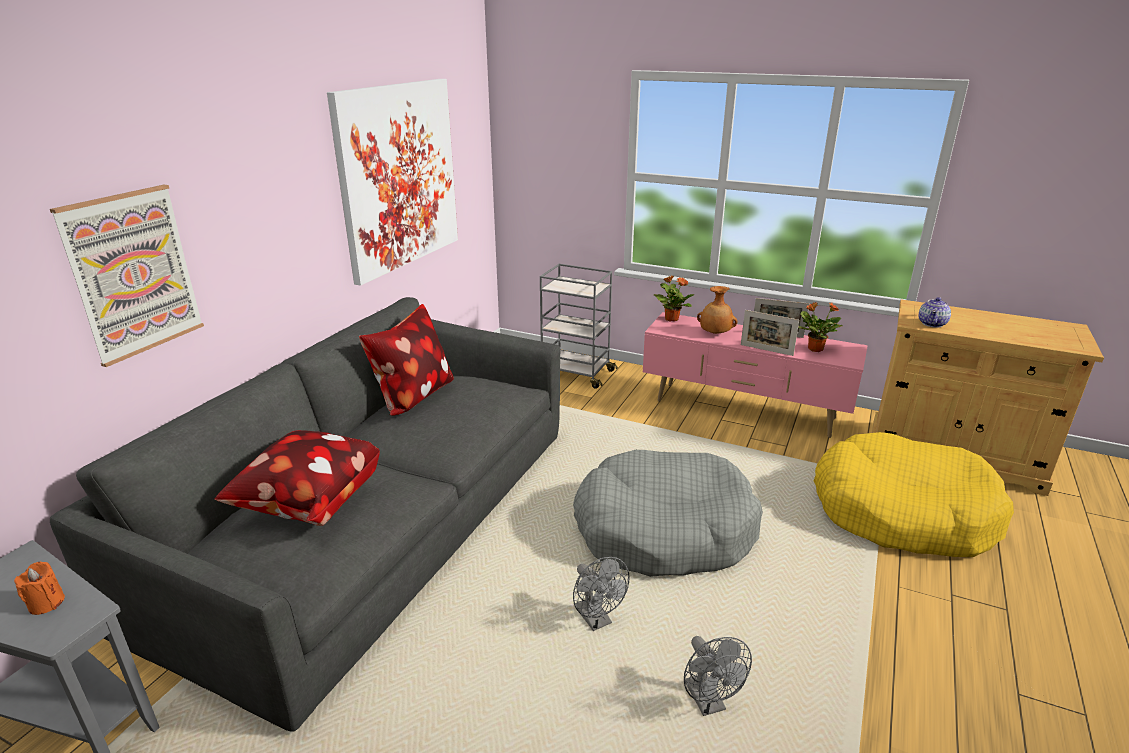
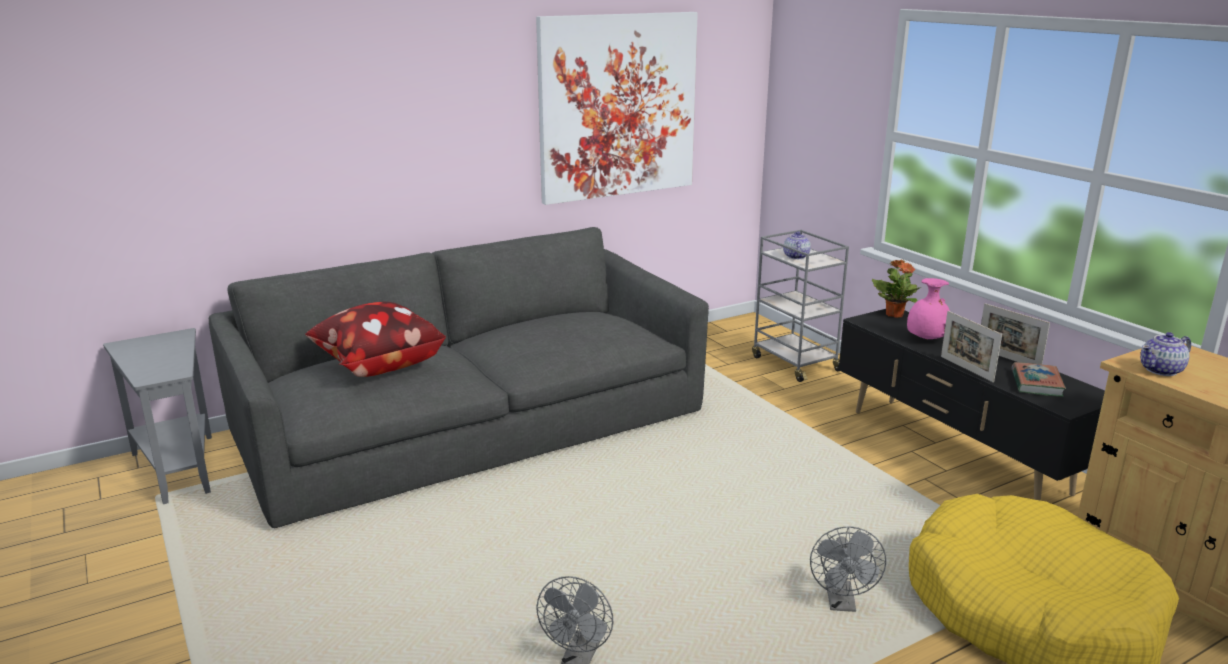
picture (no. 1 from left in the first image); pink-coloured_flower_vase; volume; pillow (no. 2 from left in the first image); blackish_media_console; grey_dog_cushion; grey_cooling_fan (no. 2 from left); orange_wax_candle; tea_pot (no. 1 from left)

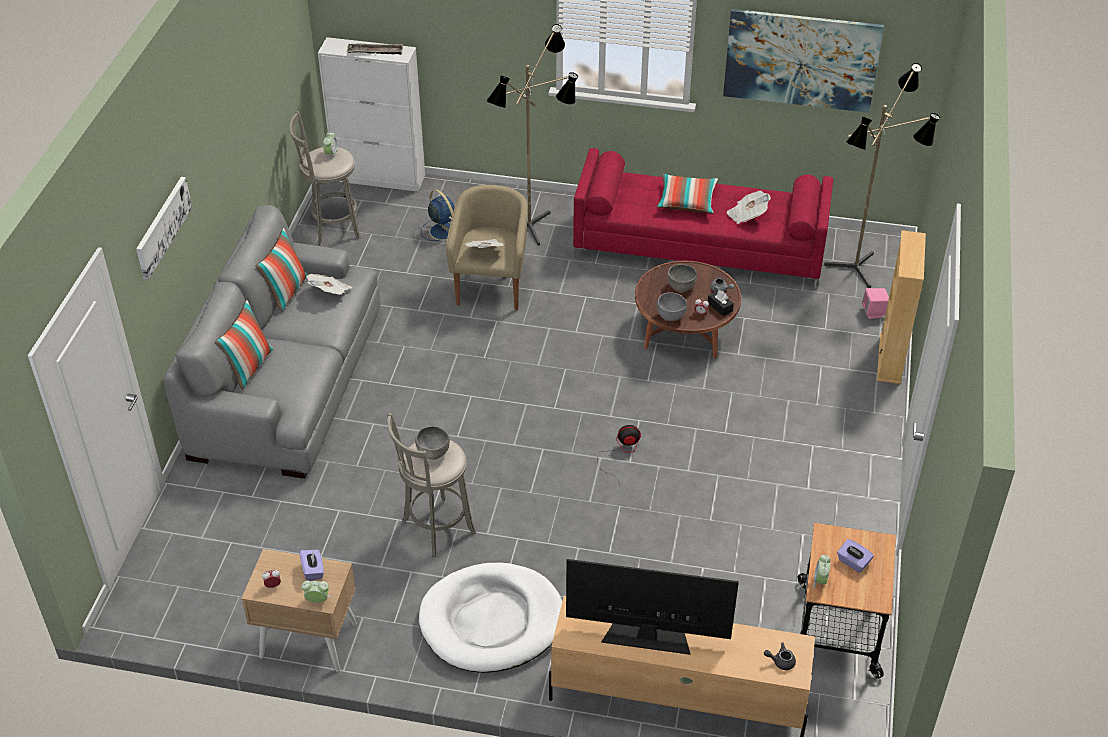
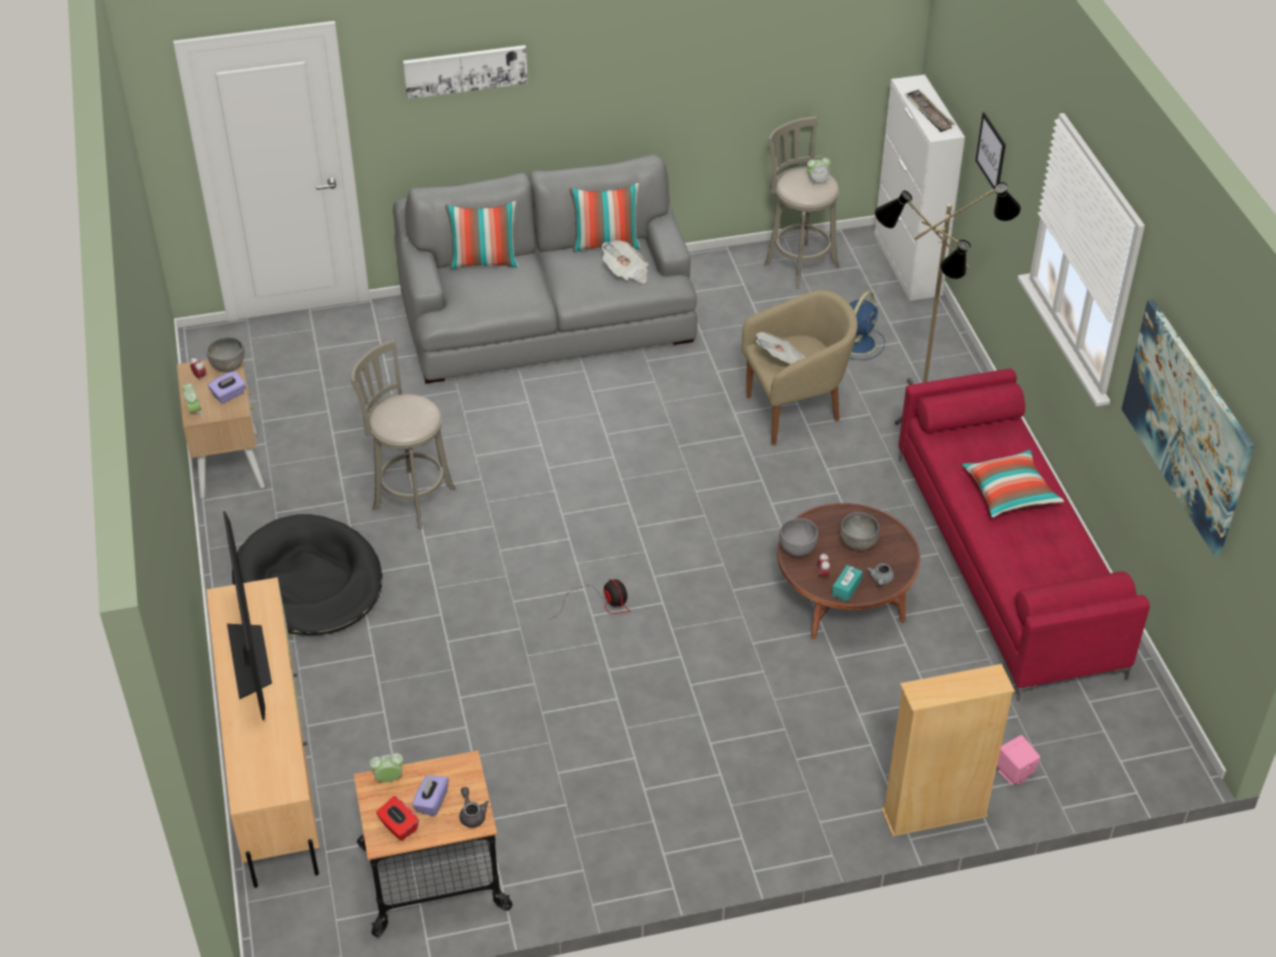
floor_lamp (no. 2 from left in the first image); printed_paper (no. 3 from left in the first image); turquoise_tissue_holder; grey_bowl (no. 1 from left); blackish_dog_cushion; grey_tea_pot (no. 1 from left); picture (no. 2 from left); red-coloured_tissue_holder

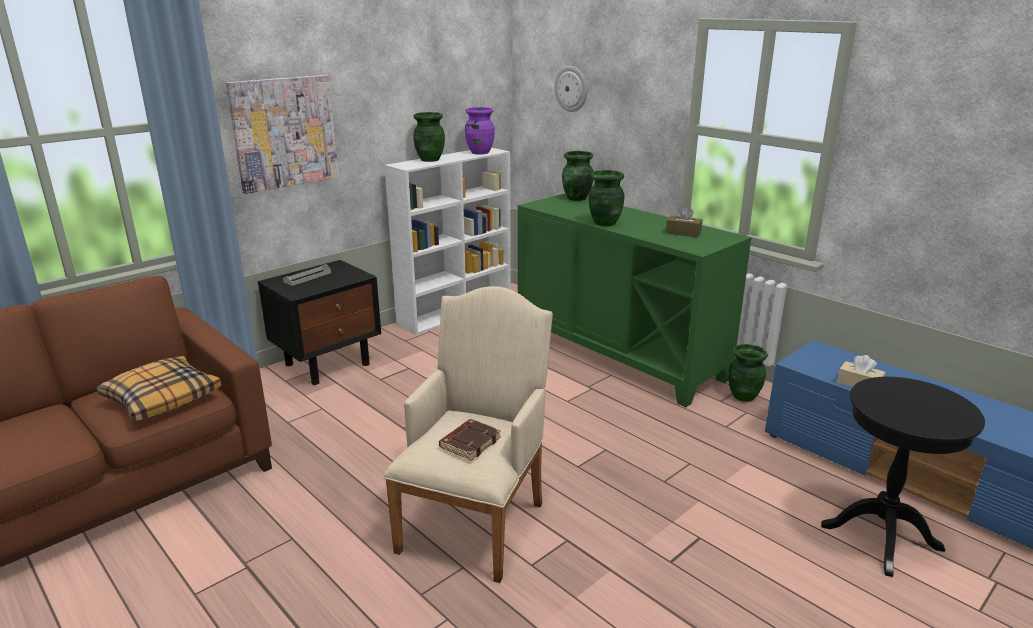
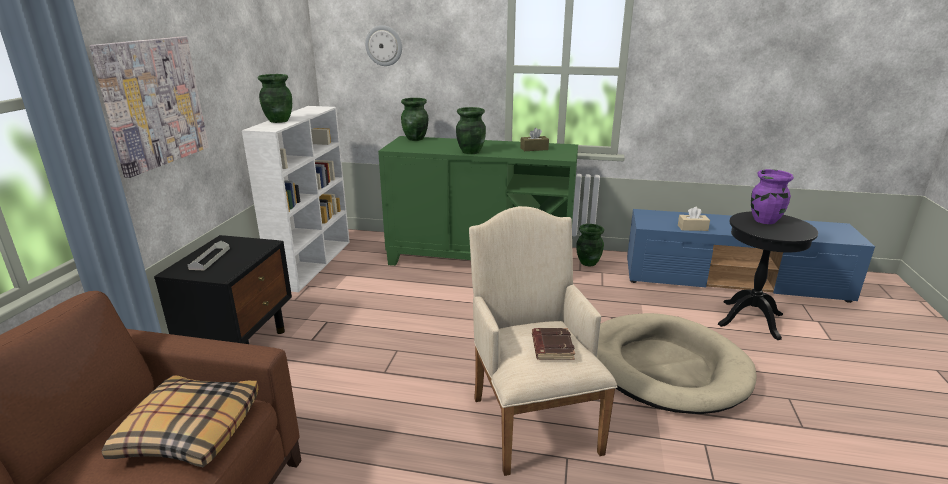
purplish_flower_vase; beige_dog_cushion

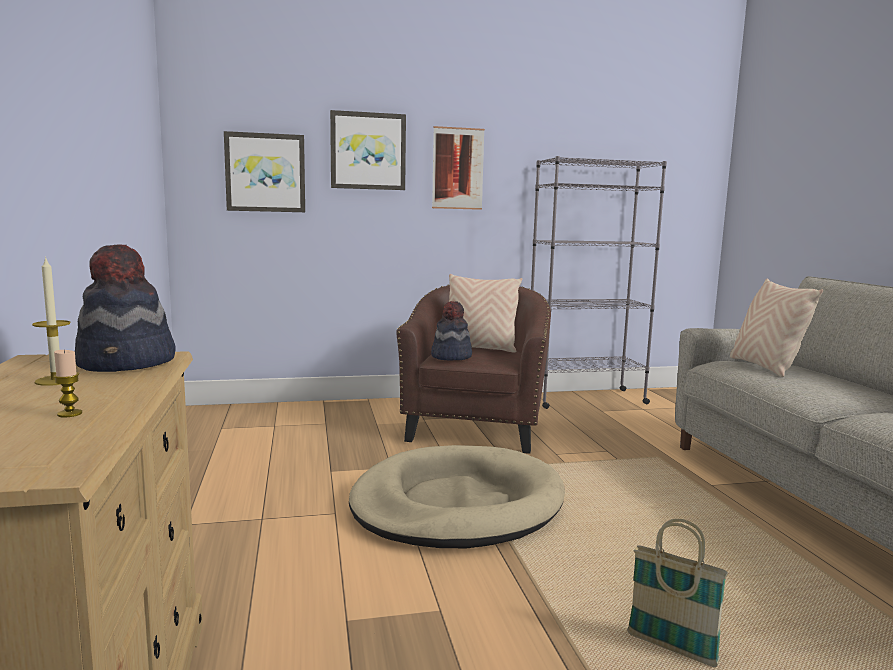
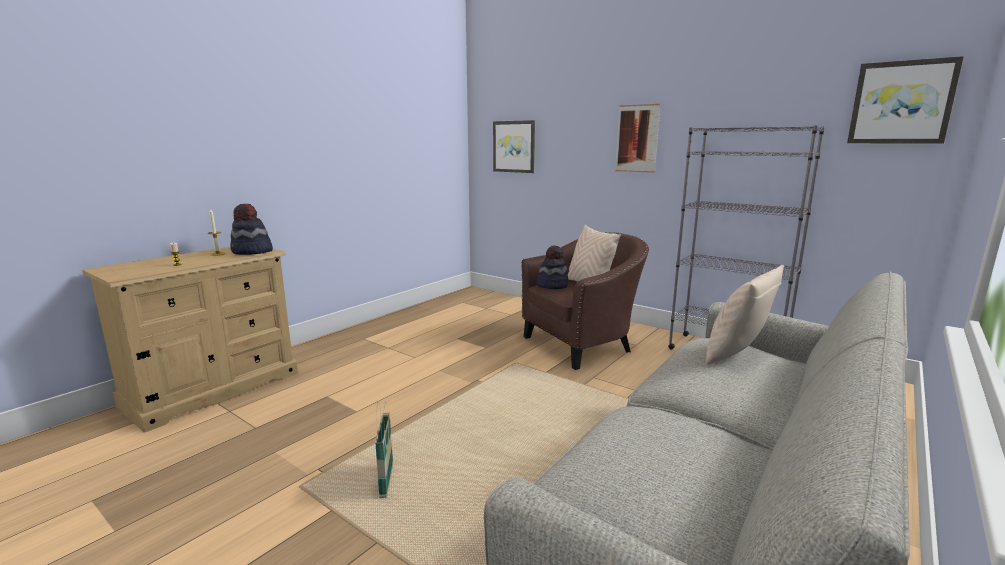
picture (no. 3 from left); beige_dog_cushion

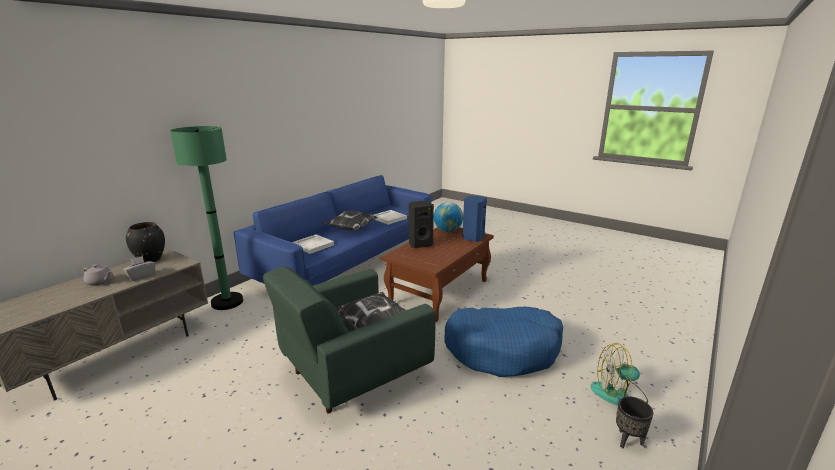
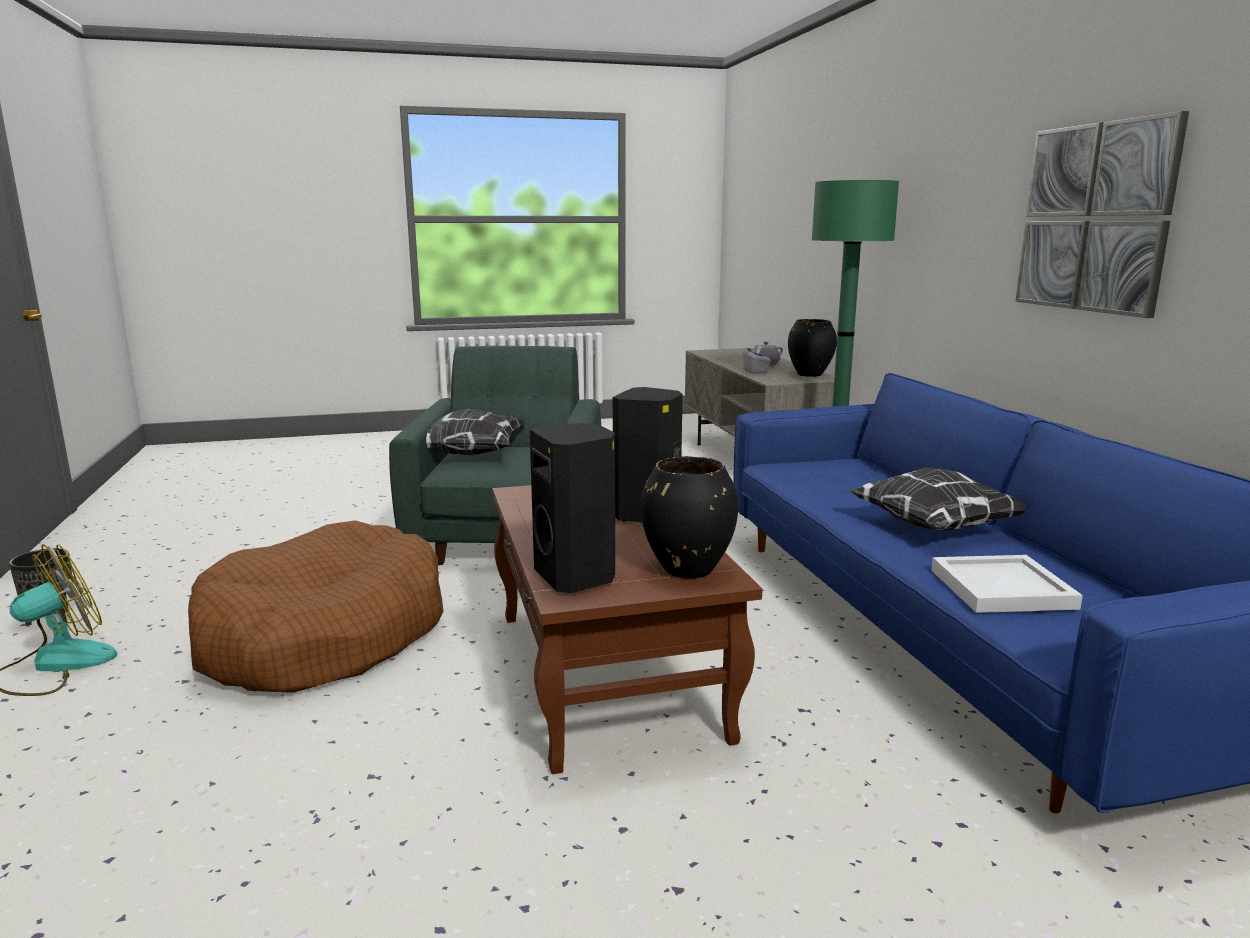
blackish_speaker (no. 1 from left); blackish_flower_vase (no. 1 from left); white-coloured_carrying_tray (no. 1 from left in the first image); brown-coloured_dog_cushion; picture

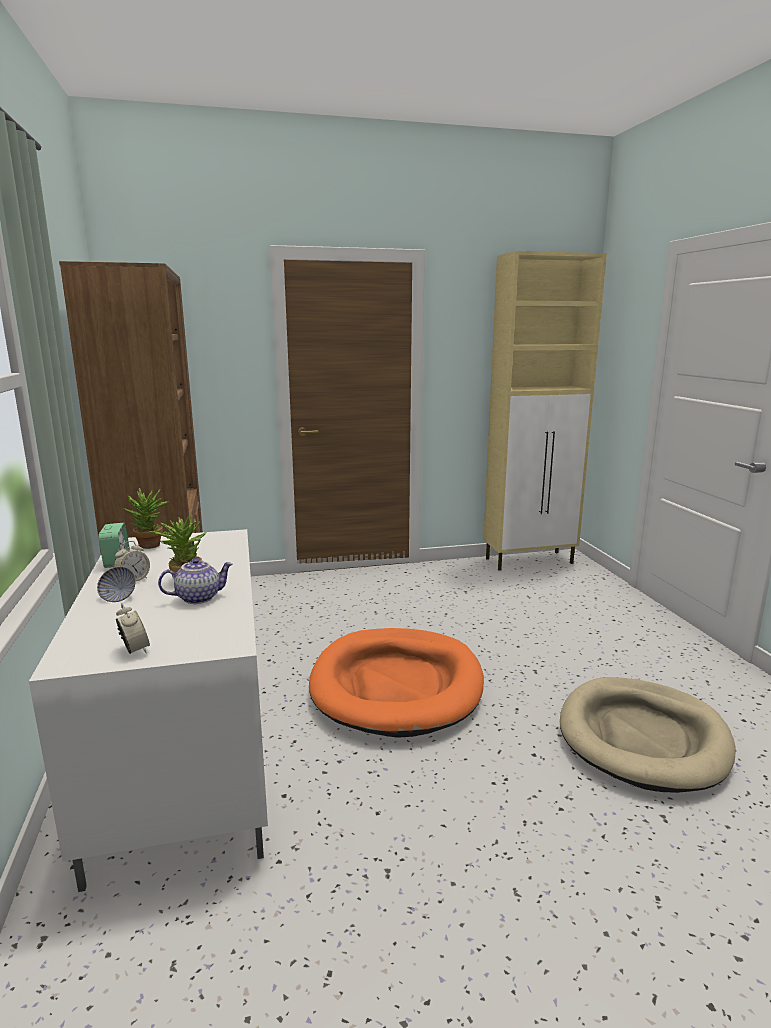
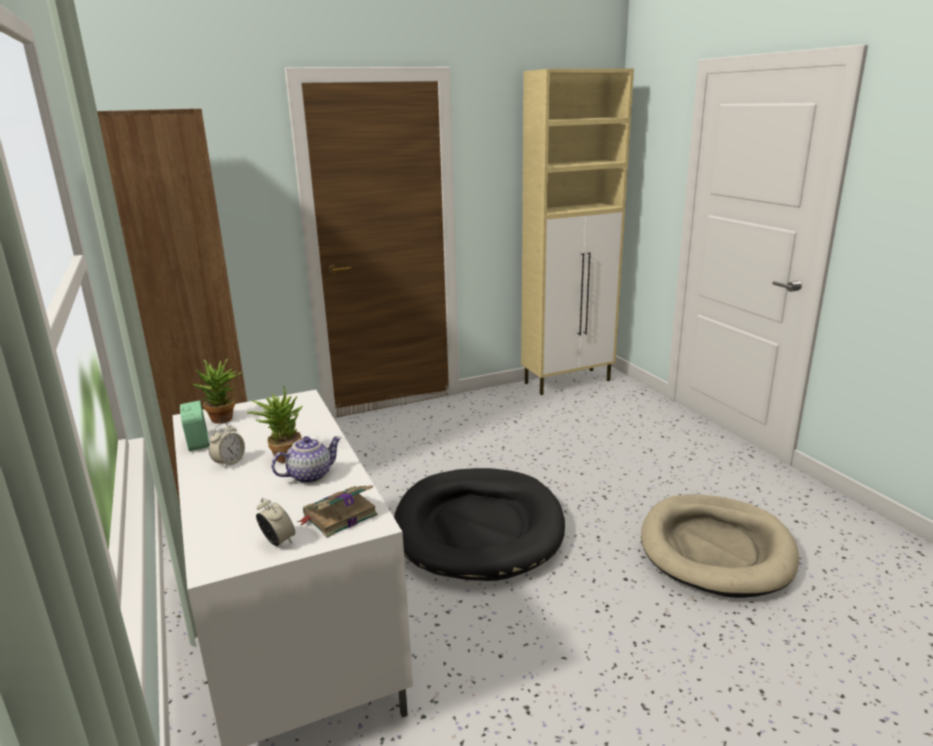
bowl; blackish_dog_cushion; volume

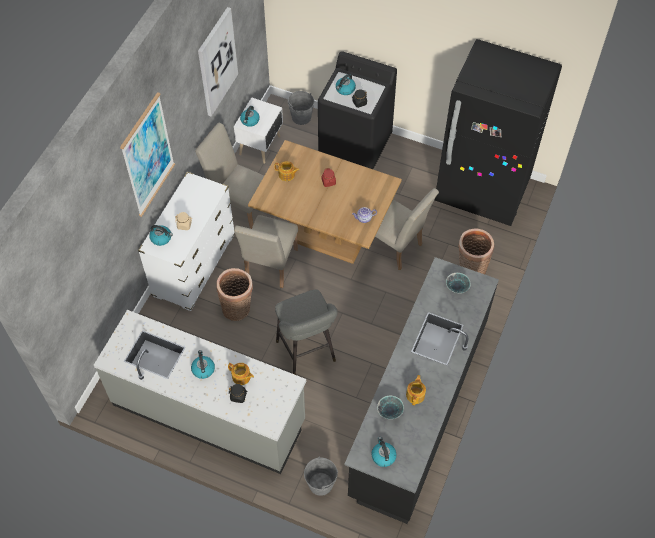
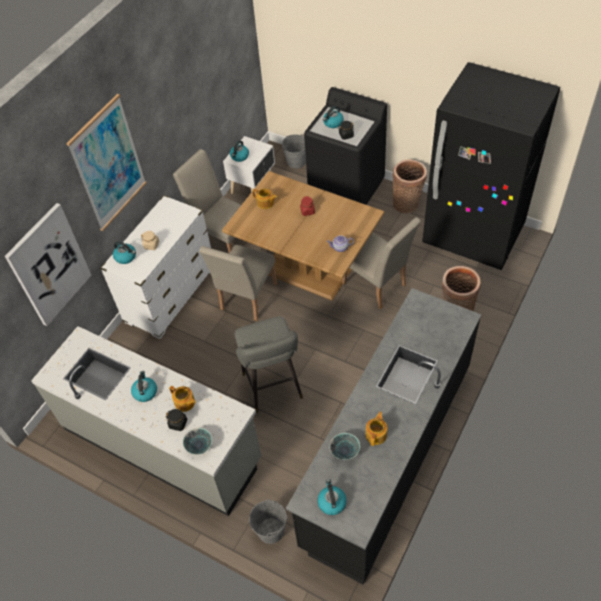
picture (no. 1 from left); household_basket (no. 1 from left); bowl (no. 1 from left)

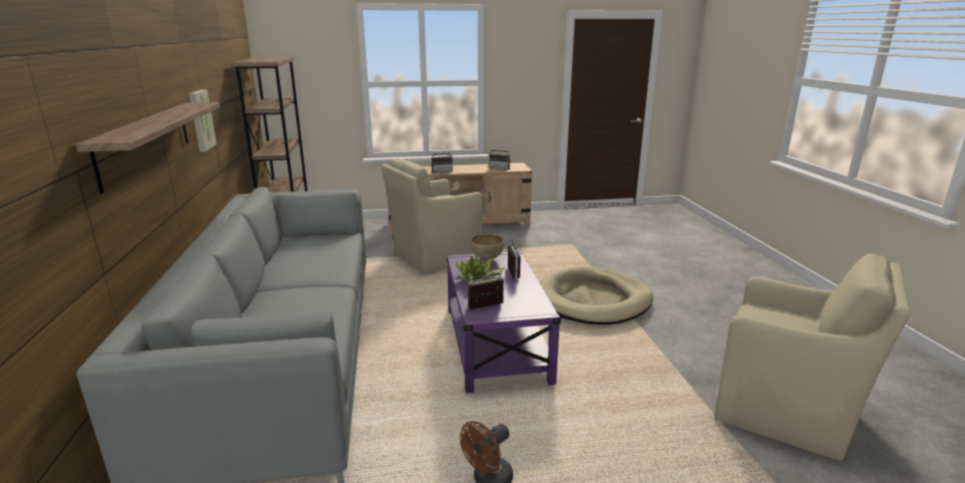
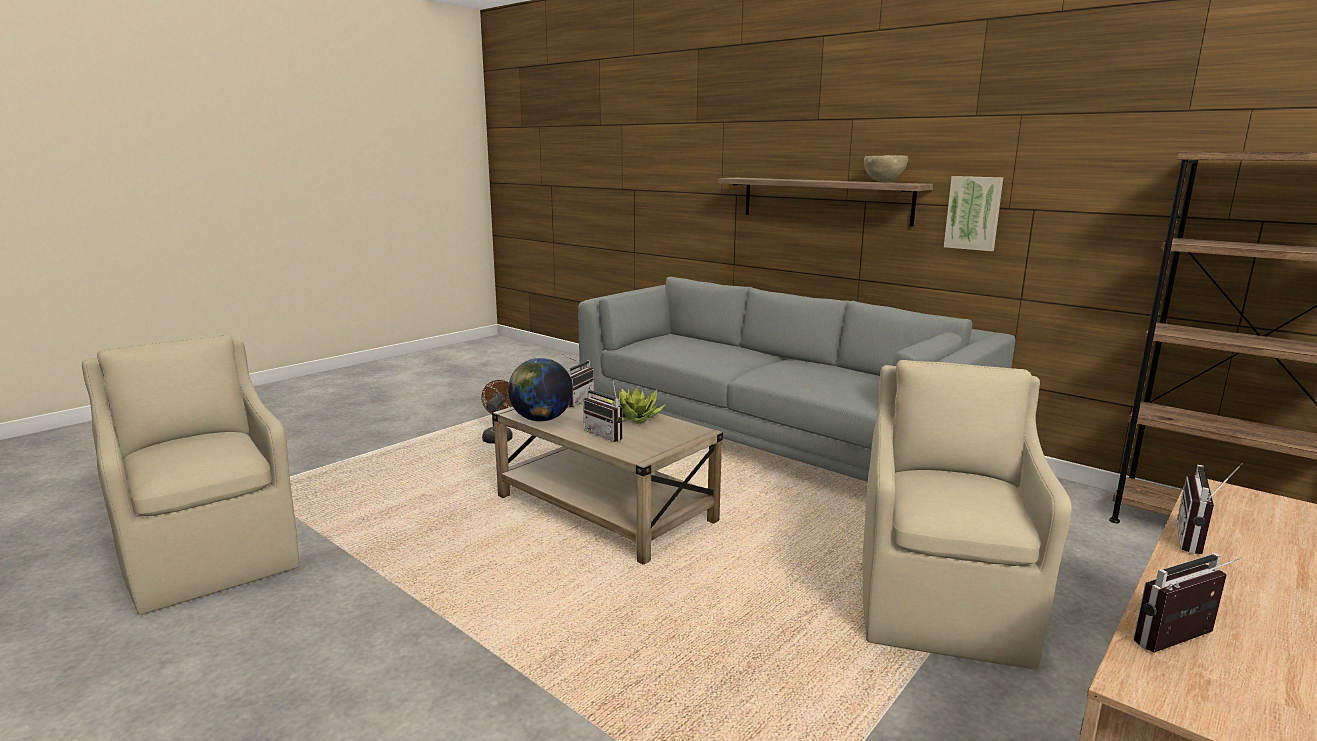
brown-coloured_bowl; beige_low_table; beige_easy_chair (no. 1 from left); beige_dog_cushion; globe

